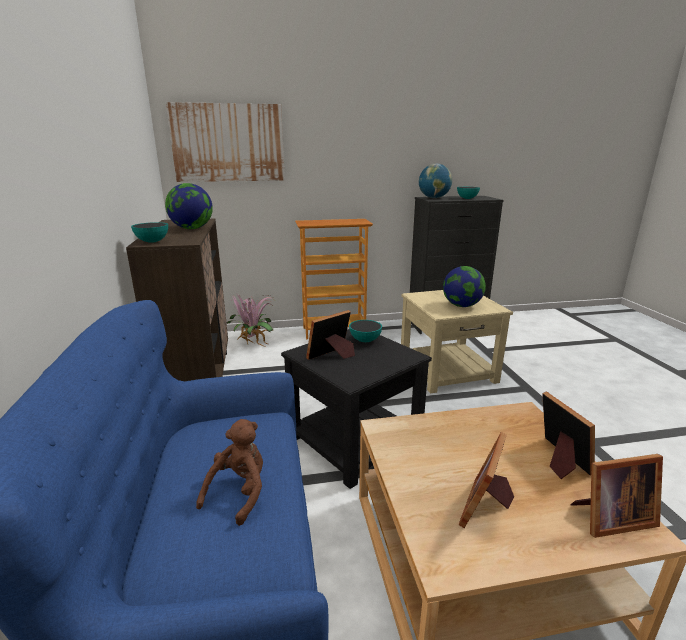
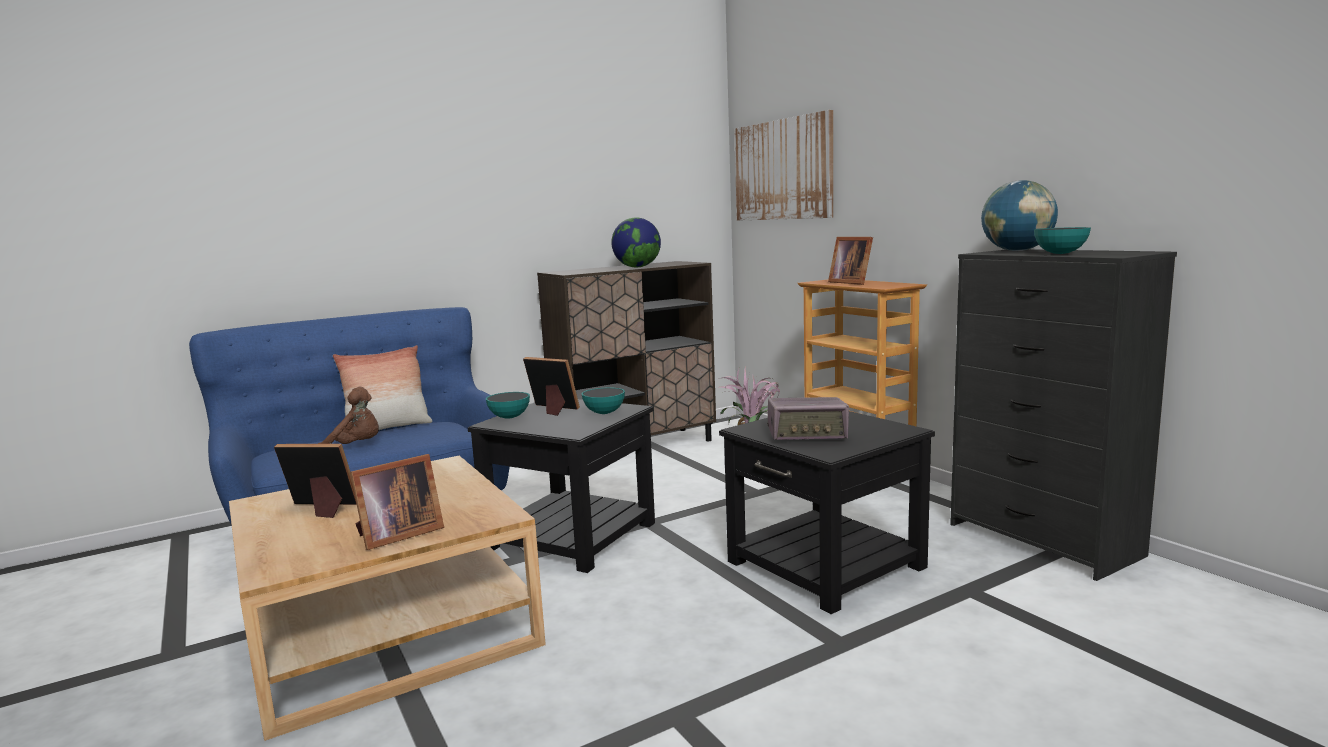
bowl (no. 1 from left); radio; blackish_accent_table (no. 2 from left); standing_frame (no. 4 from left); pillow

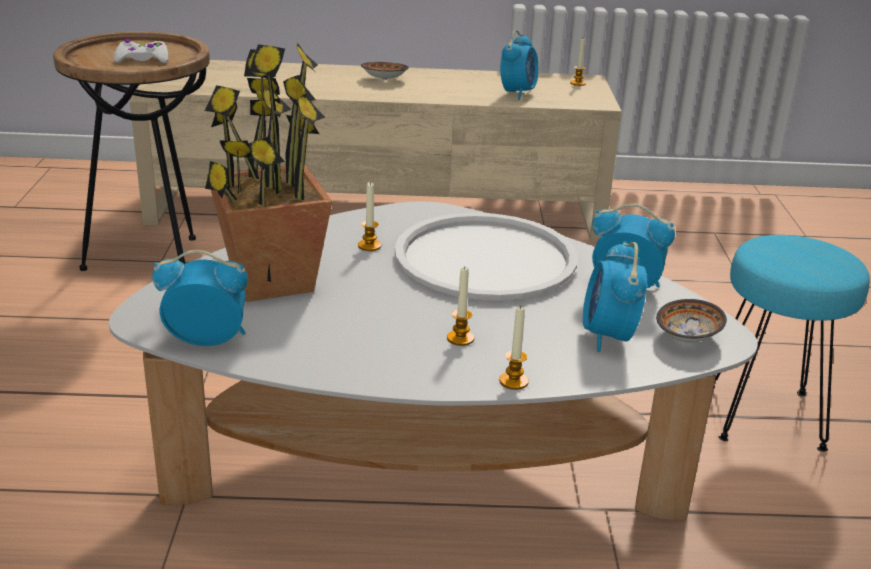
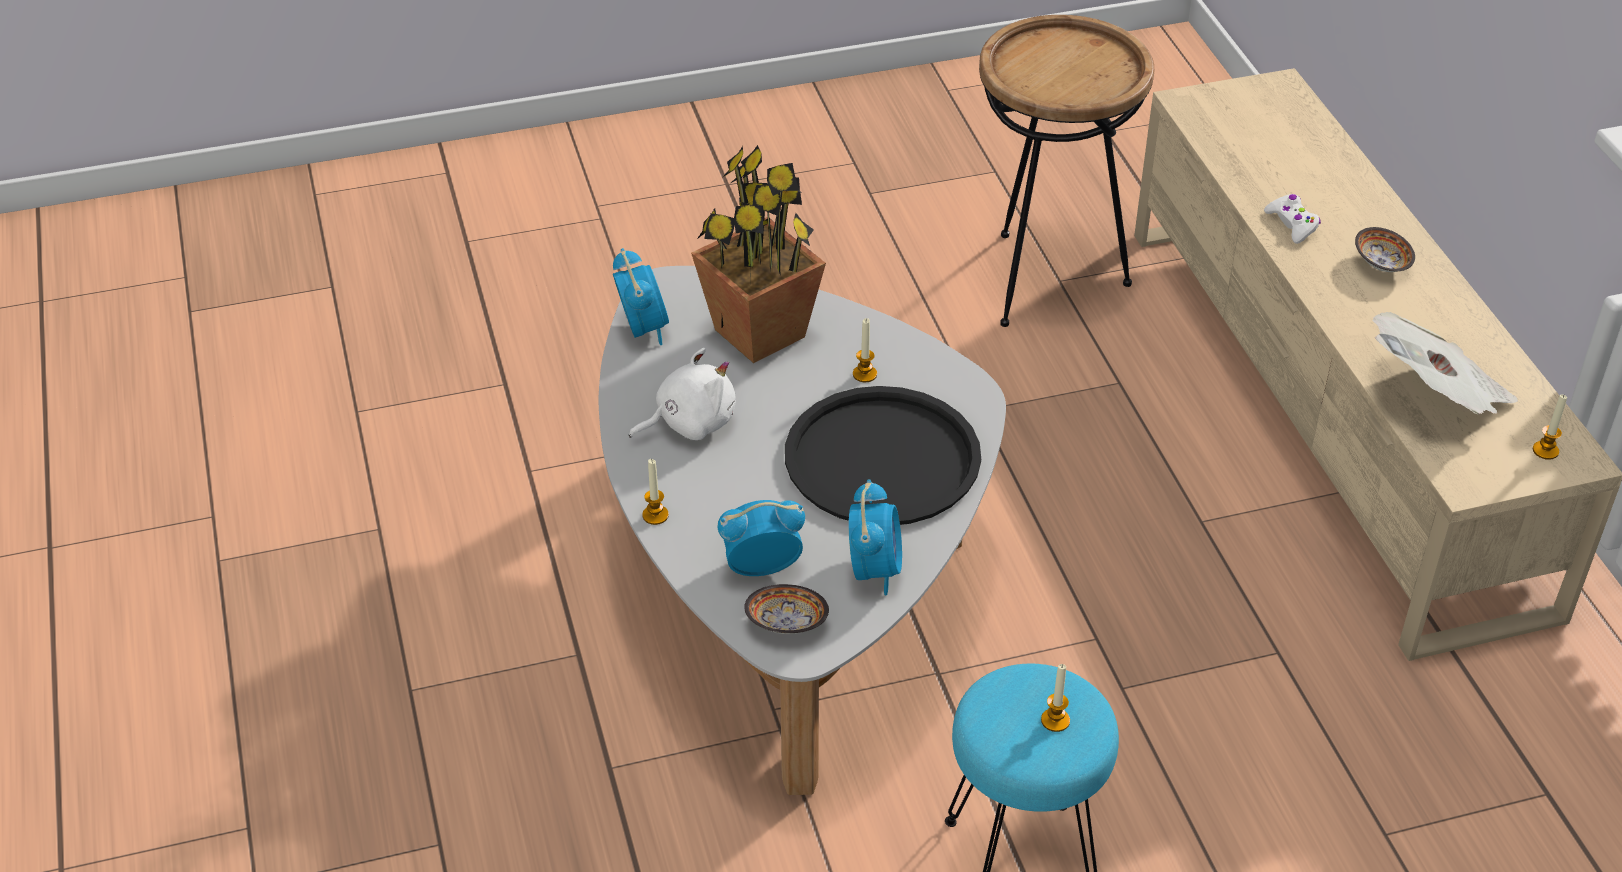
printed_paper; white-coloured_game_controller; blackish_carrying_tray; wax_candle (no. 3 from left); white-coloured_plush_toy

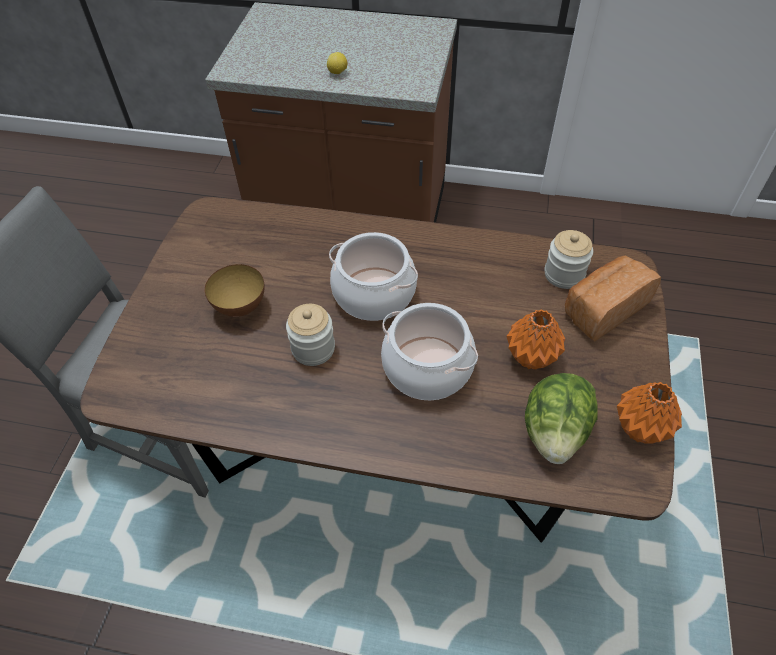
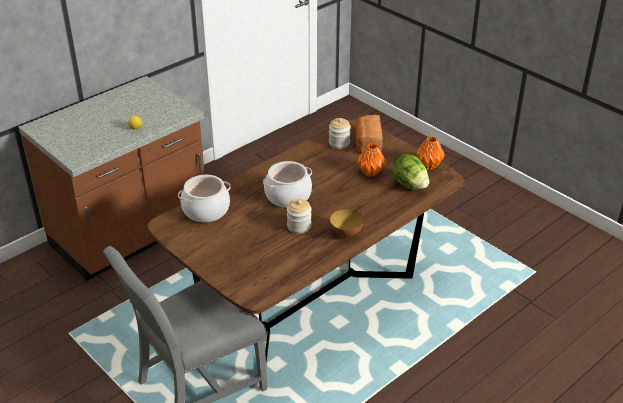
bowl; saucepot (no. 1 from left)

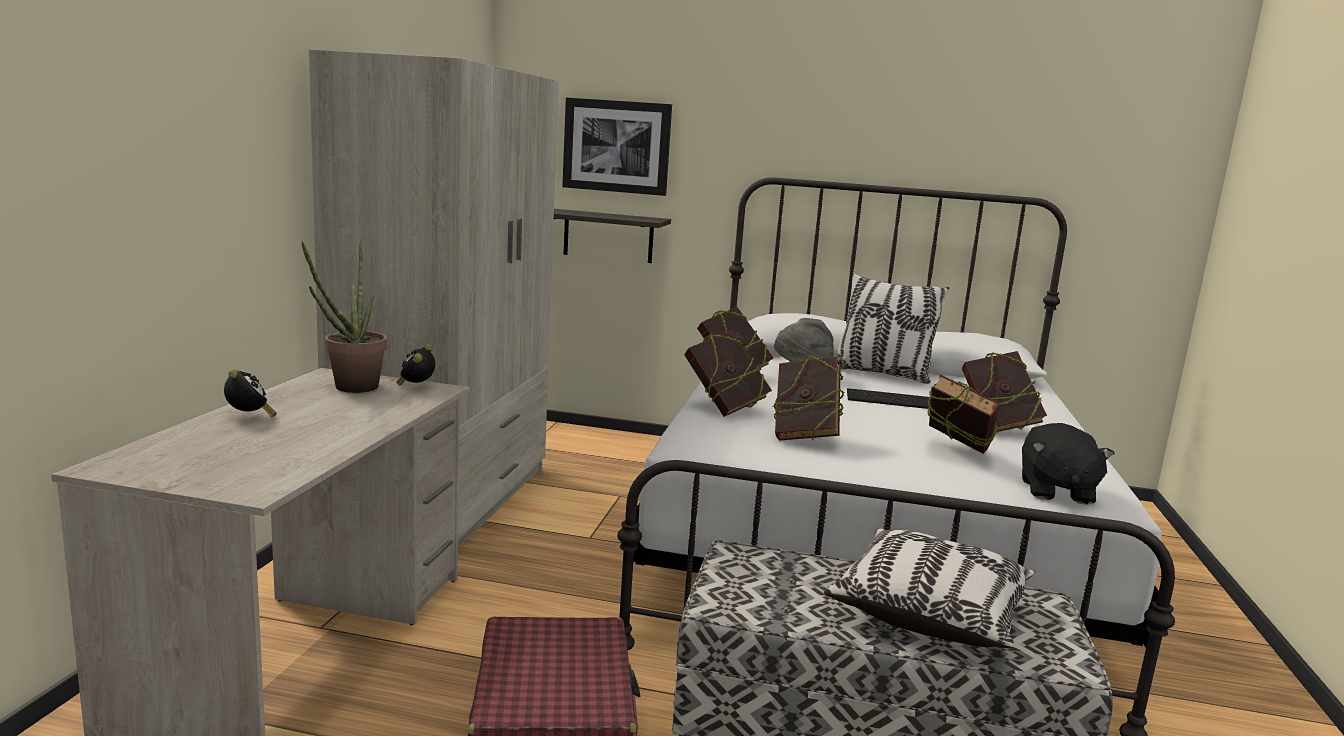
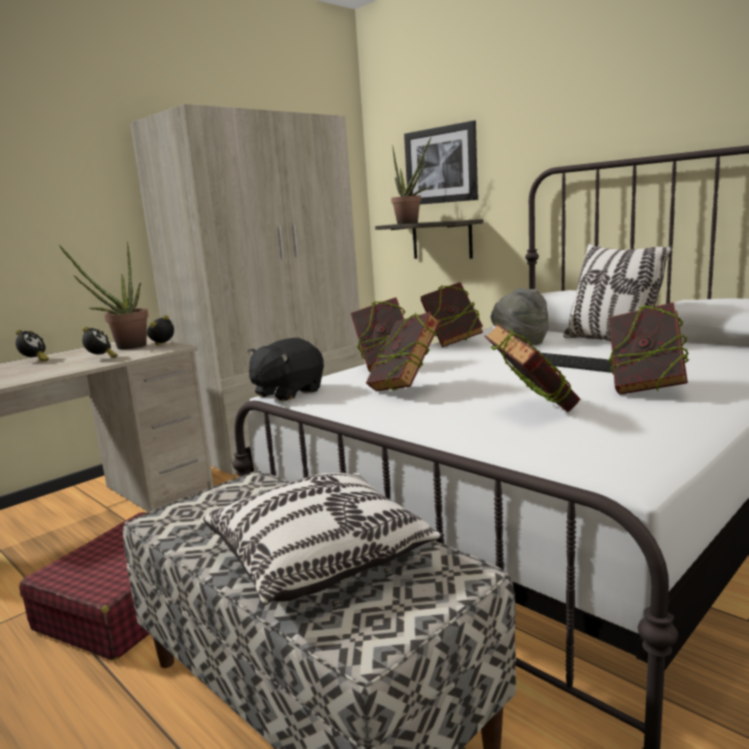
blackish_plush_toy; potted_plant (no. 2 from left); alarm_clock (no. 2 from left)

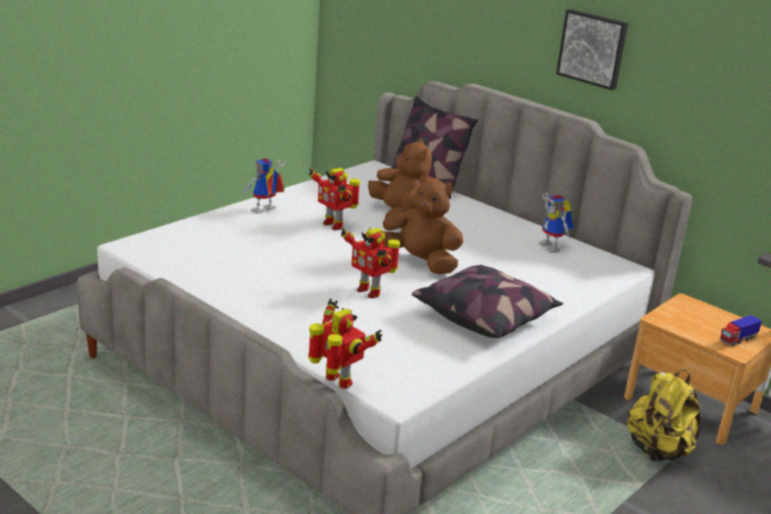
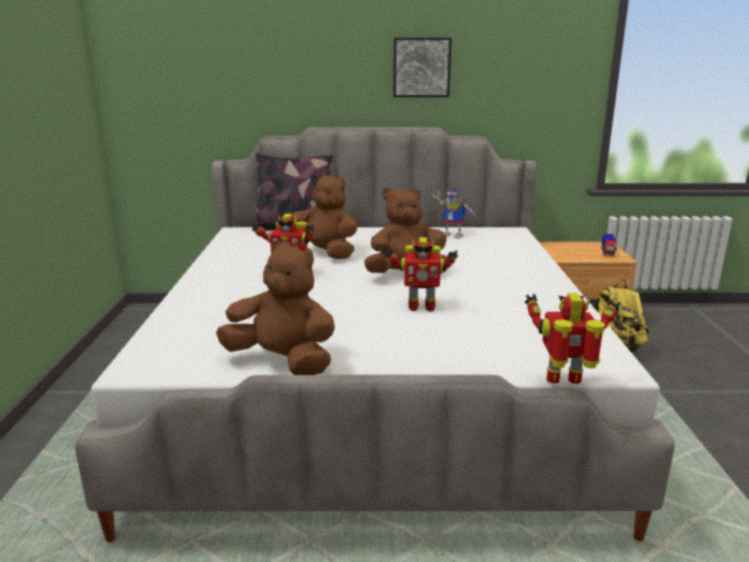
robot_figure (no. 1 from left in the first image); pillow (no. 2 from left in the first image); brown-coloured_plush_toy (no. 1 from left)

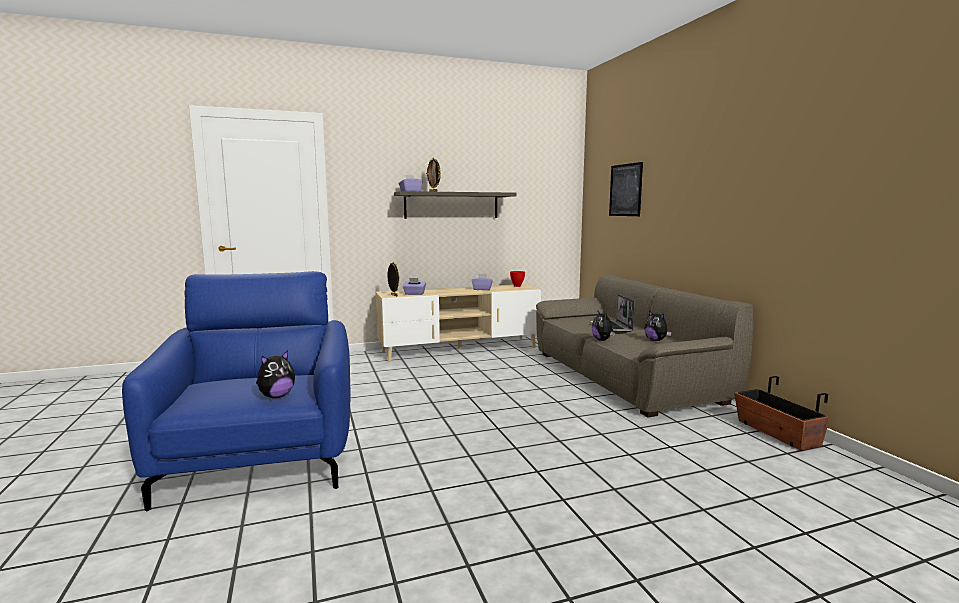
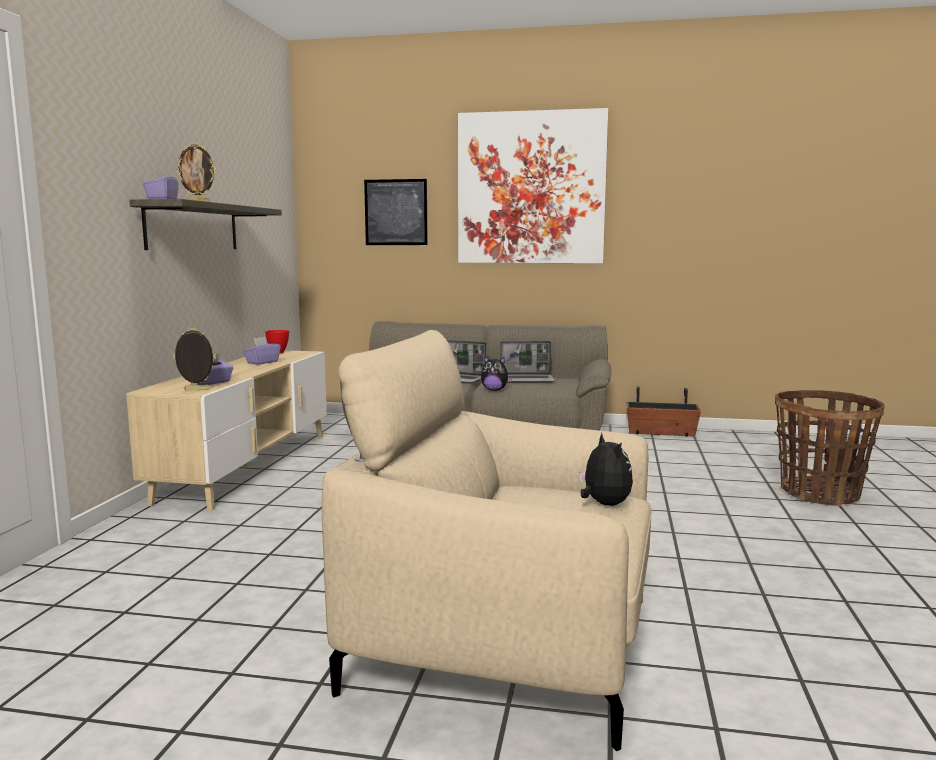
beige_easy_chair; laptop (no. 2 from left); picture (no. 2 from left); household_basket

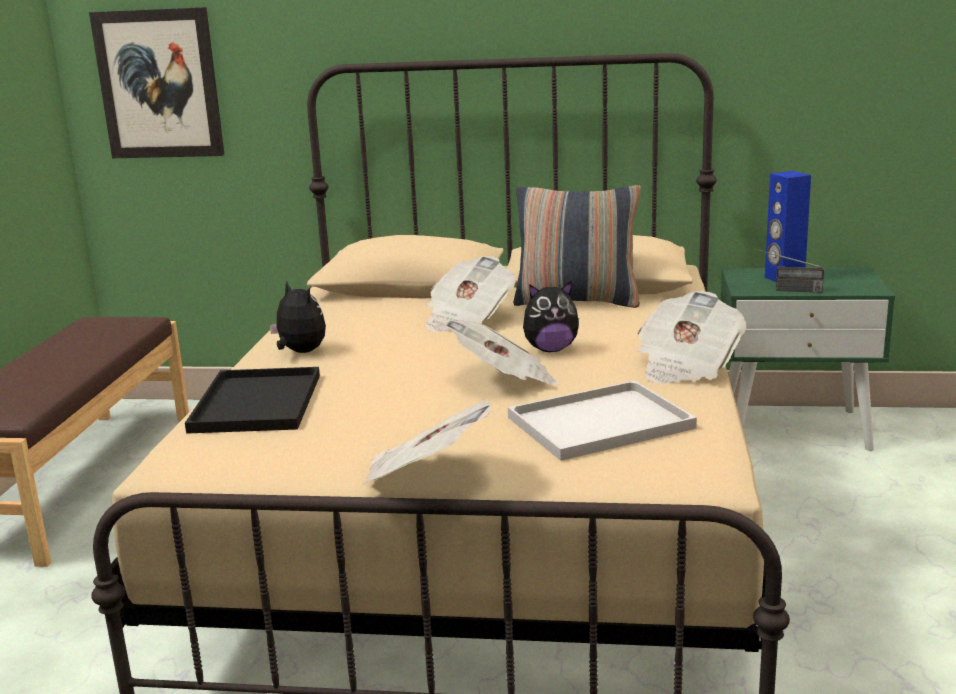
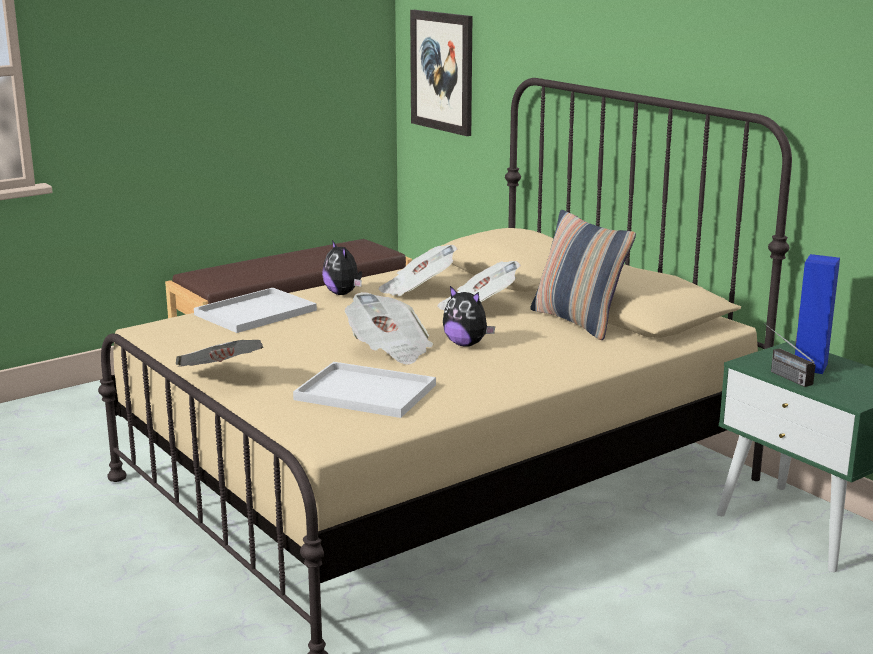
plush_toy (no. 1 from left); printed_paper (no. 3 from left); white-coloured_carrying_tray (no. 1 from left)

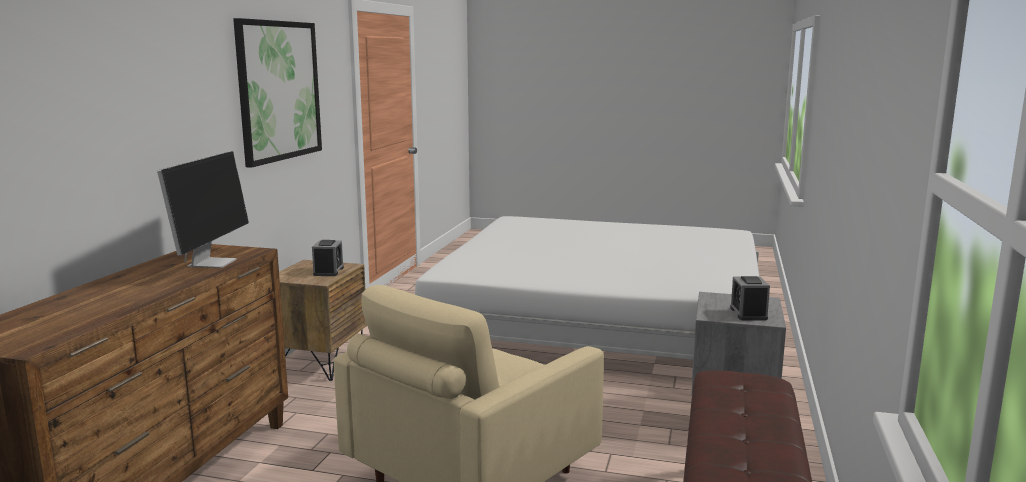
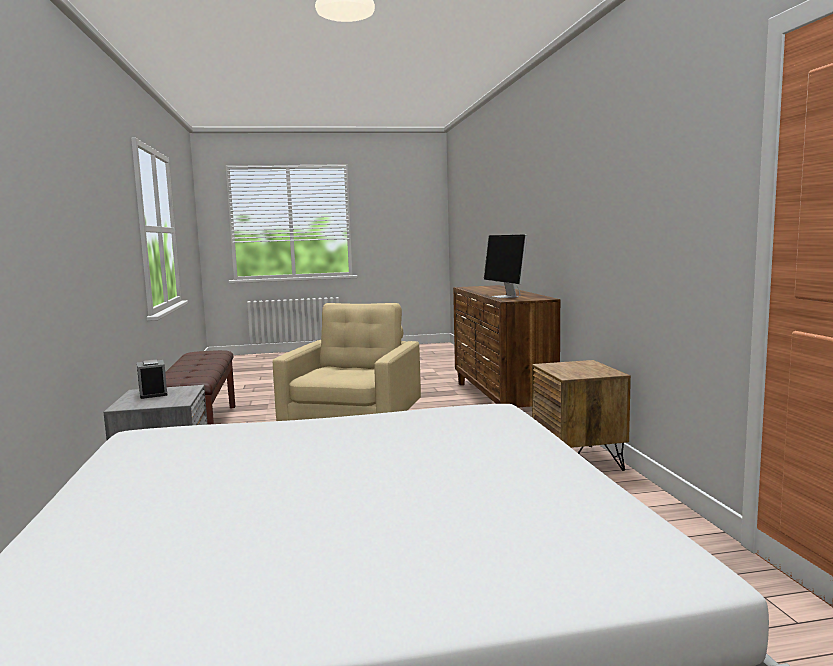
picture; alarm_clock (no. 1 from left in the first image)

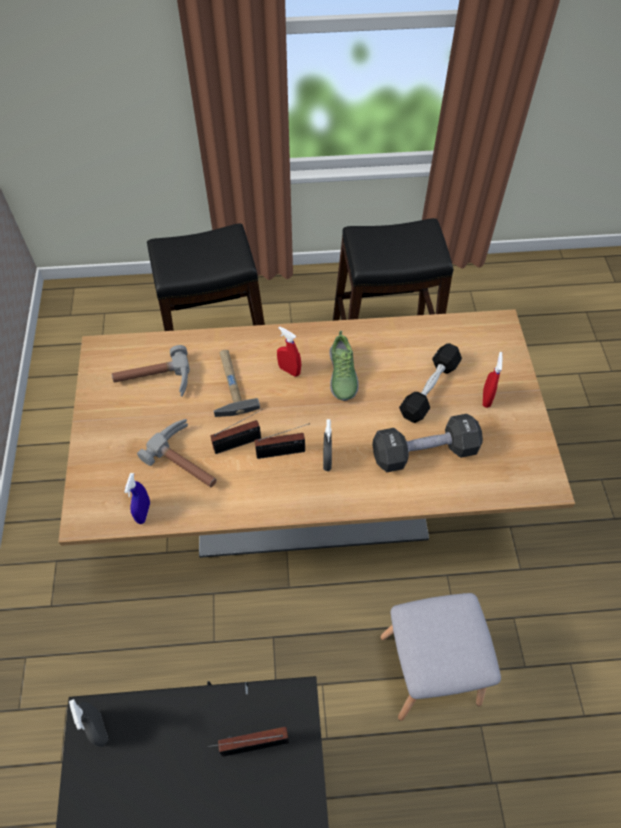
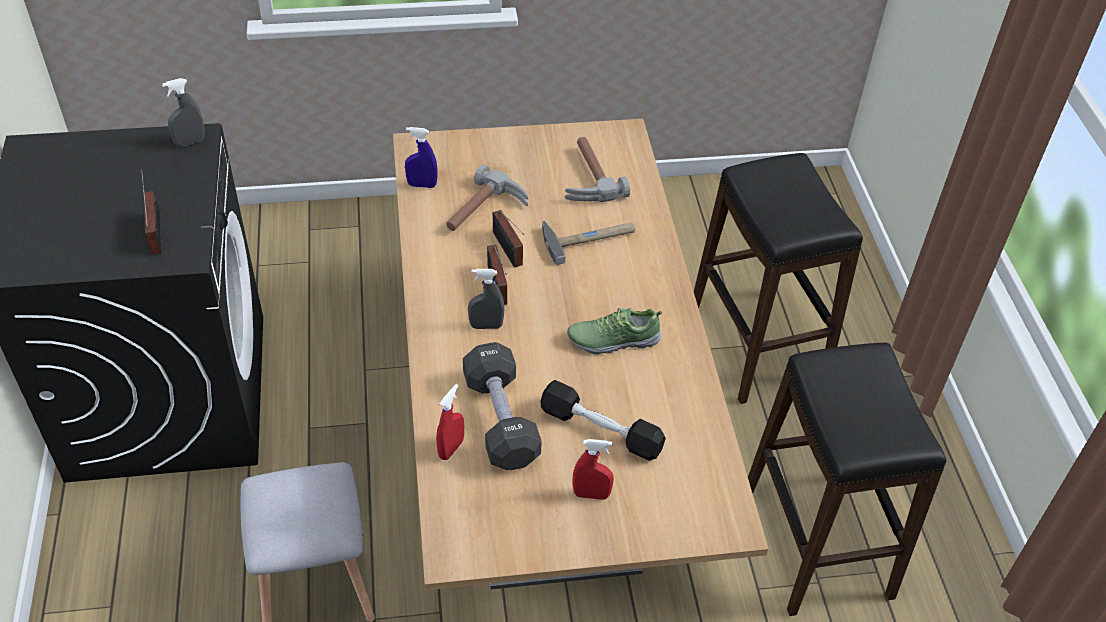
red-coloured_sprayer (no. 1 from left)

